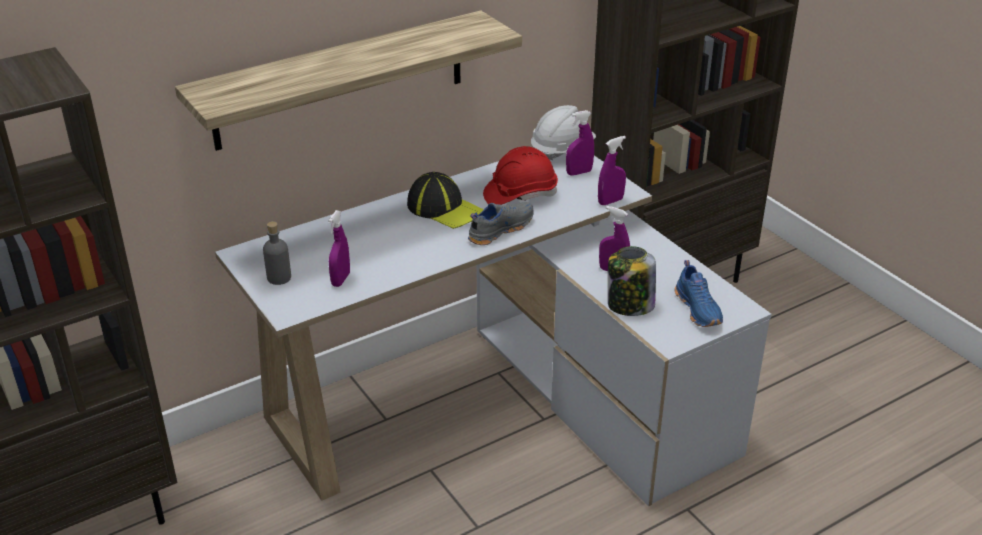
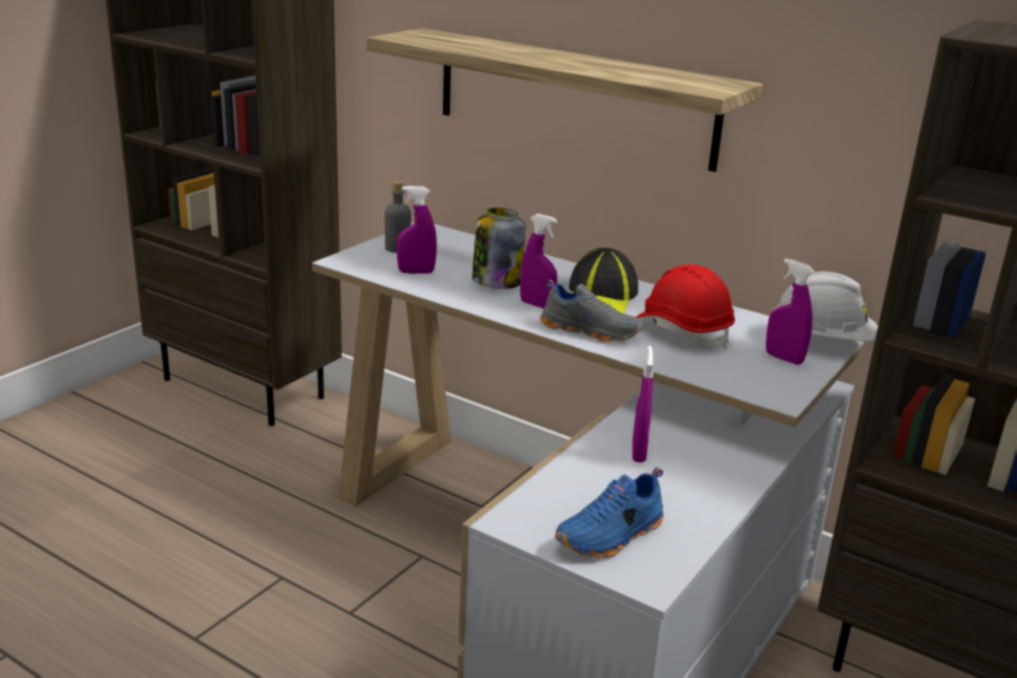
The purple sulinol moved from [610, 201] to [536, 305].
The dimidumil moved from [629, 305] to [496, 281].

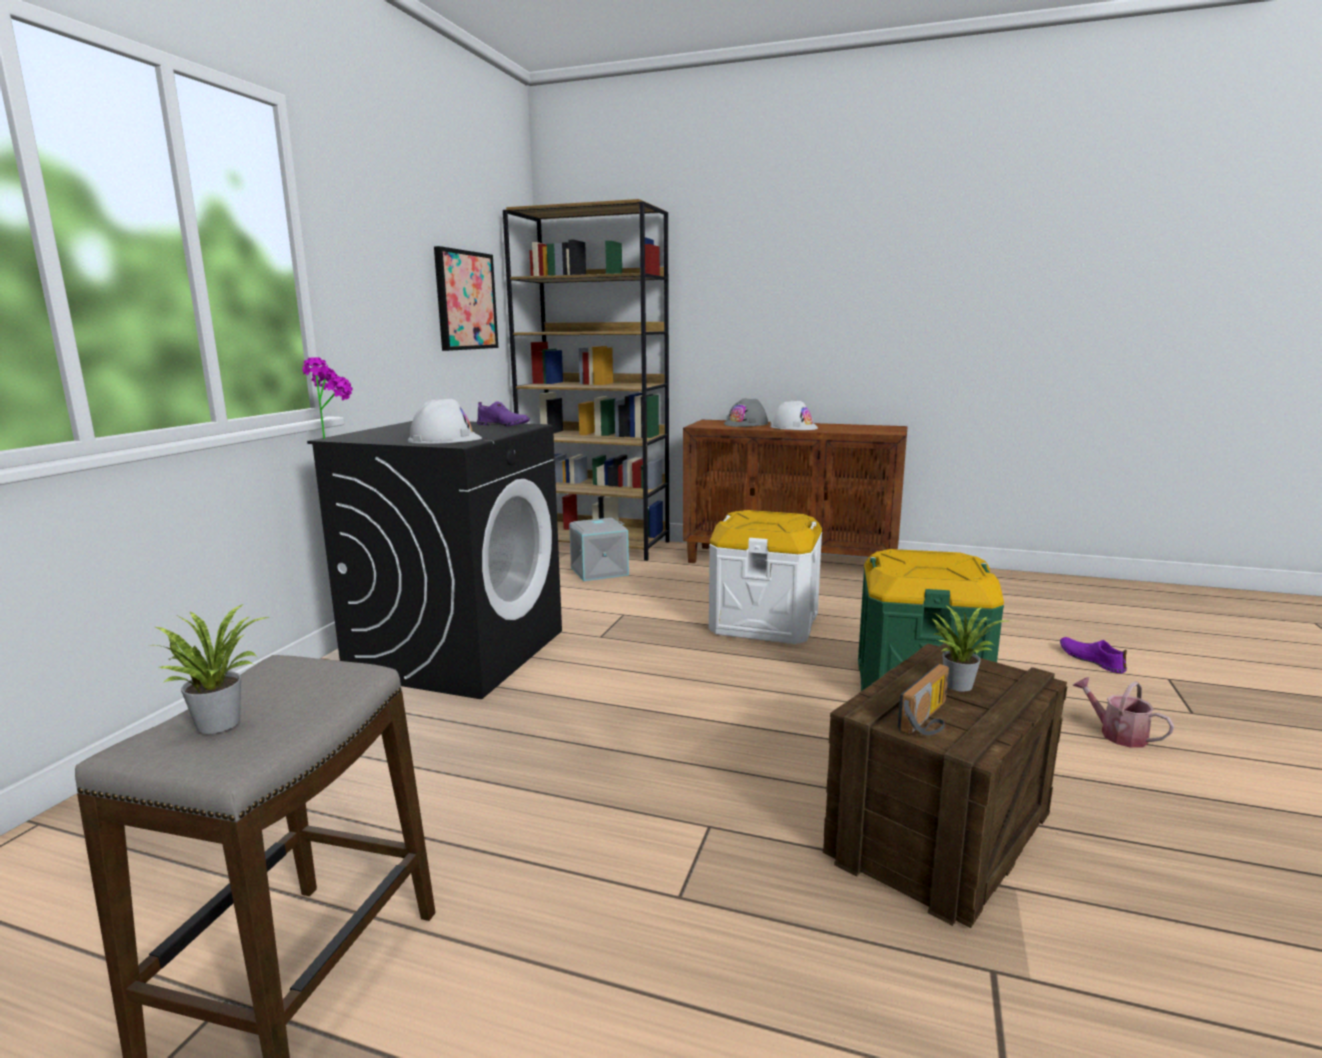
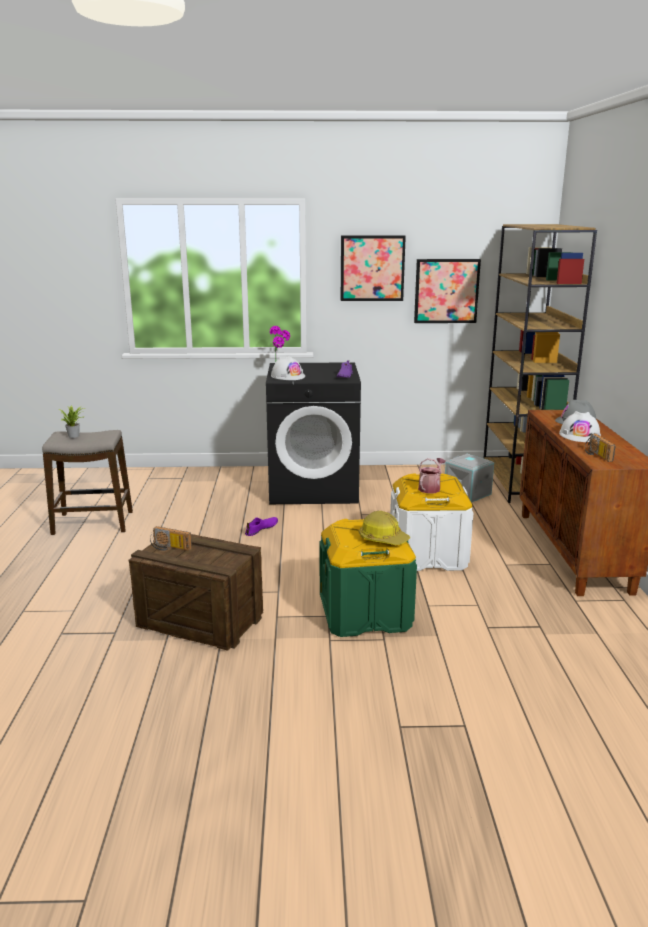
The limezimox at [957, 683] disappeared.
The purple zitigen moved from [1091, 659] to [261, 529].
The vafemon moved from [1117, 734] to [430, 488].
The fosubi at [372, 268] appeared.
The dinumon at [383, 539] appeared.
The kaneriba at [596, 455] appeared.

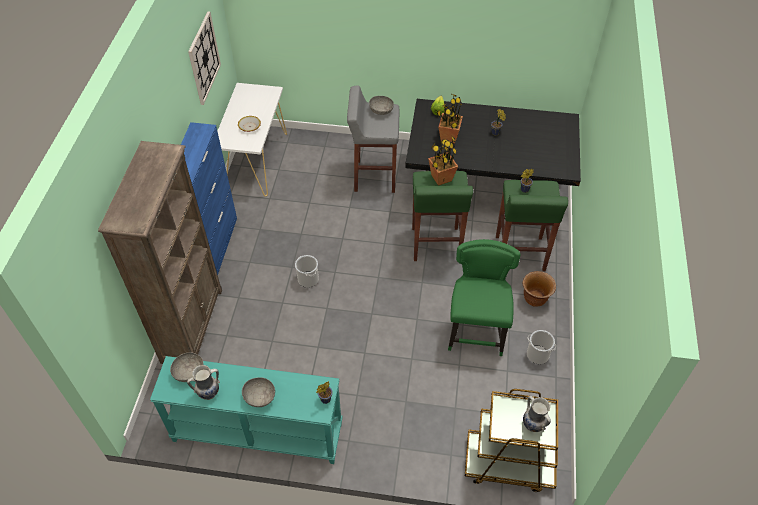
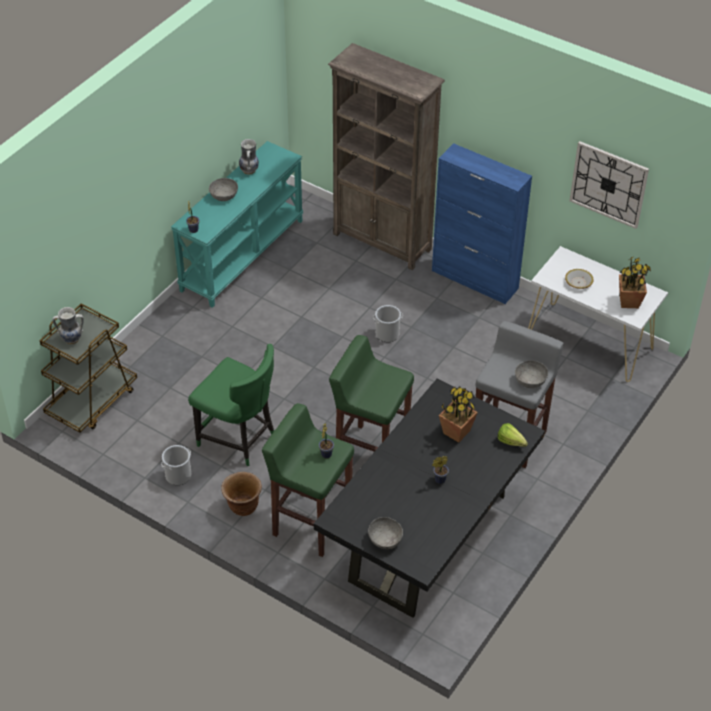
The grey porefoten moved from [189, 372] to [385, 539].
The limezimox moved from [441, 178] to [629, 301].

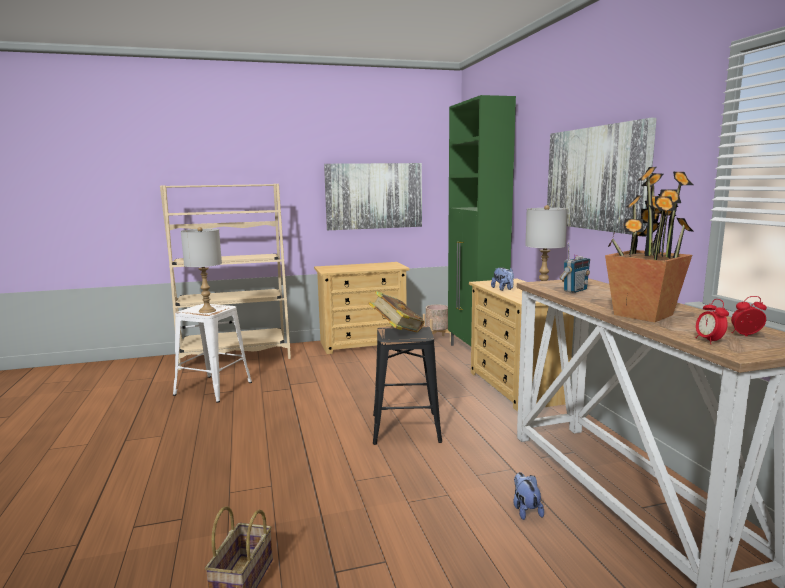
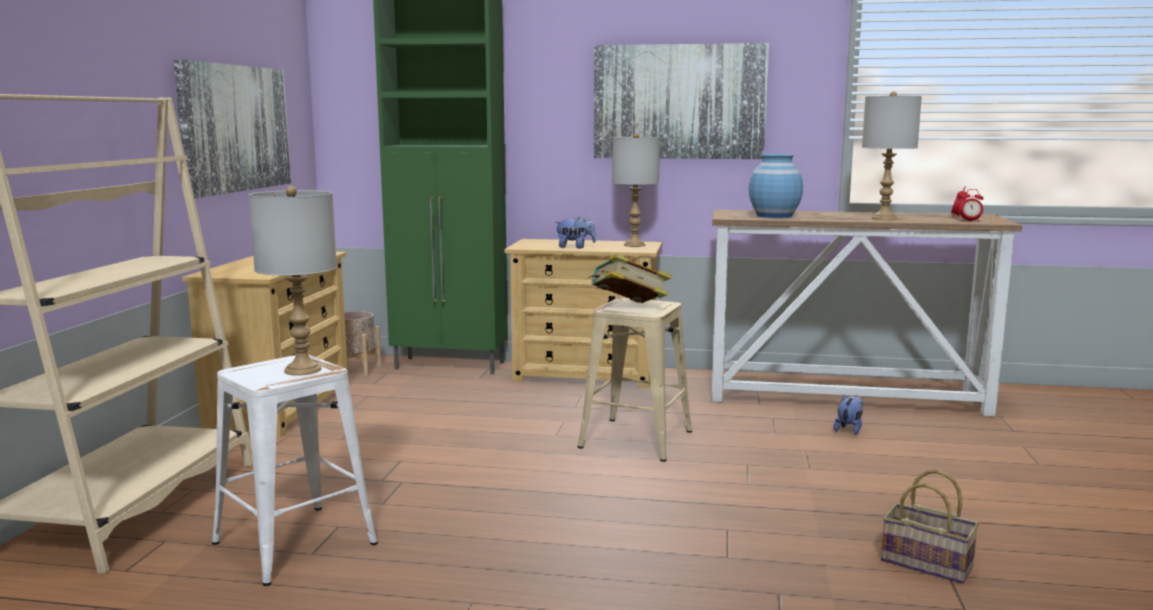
The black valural at [405, 428] became the beige valural at [637, 439].
The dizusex at [525, 510] turned 105 degrees clockwise.
The kaneriba at [574, 290] was replaced by the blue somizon at [774, 216].
The limezimox at [643, 314] was replaced by the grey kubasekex at [884, 218].

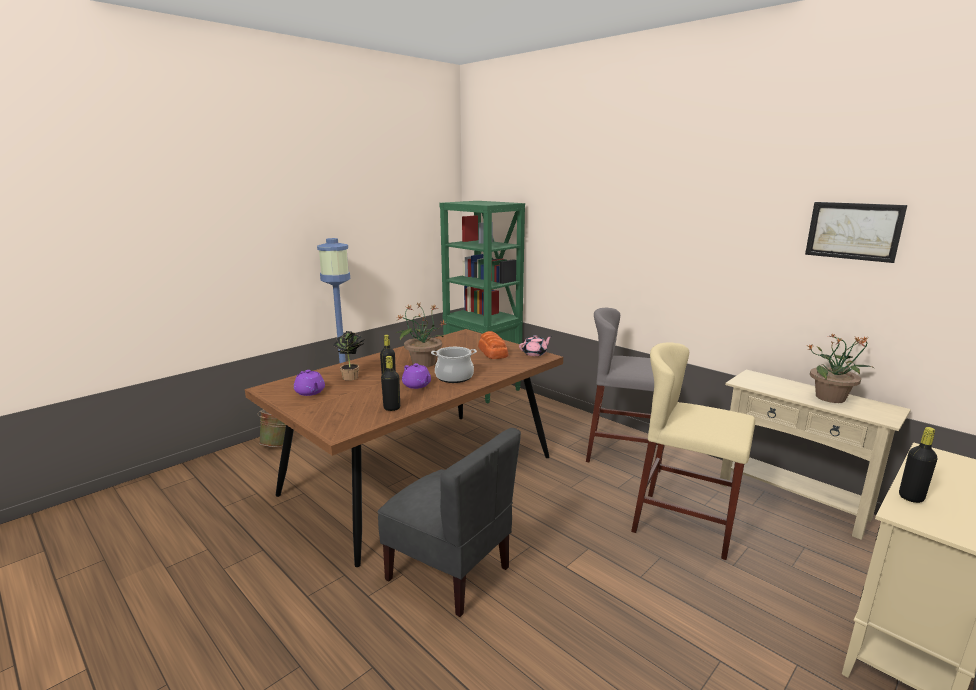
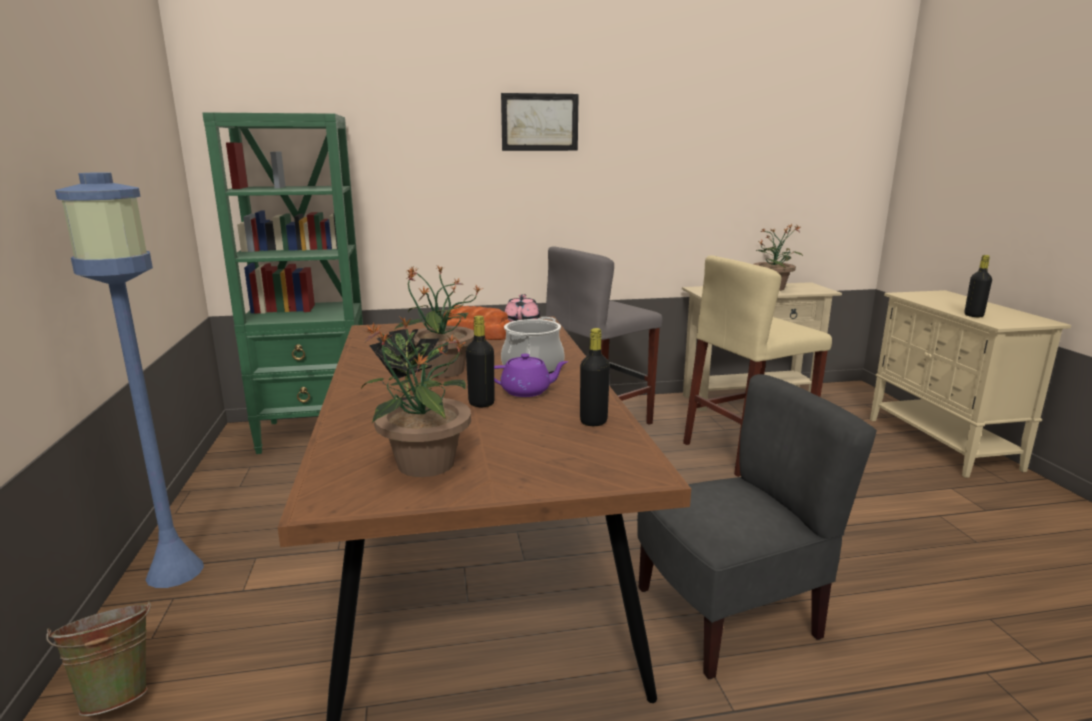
The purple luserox at [310, 392] was replaced by the limezimox at [424, 465].
The fosubi moved from [853, 231] to [539, 122].

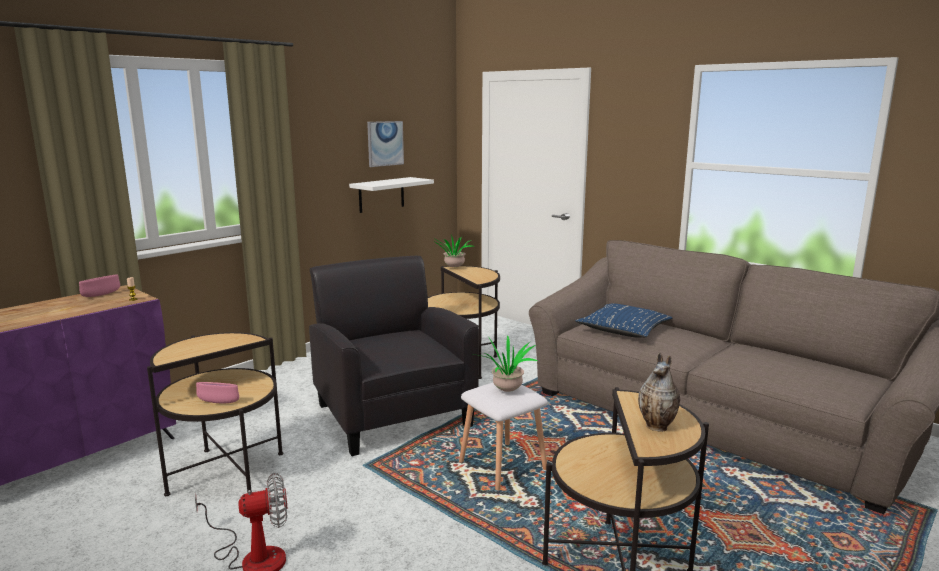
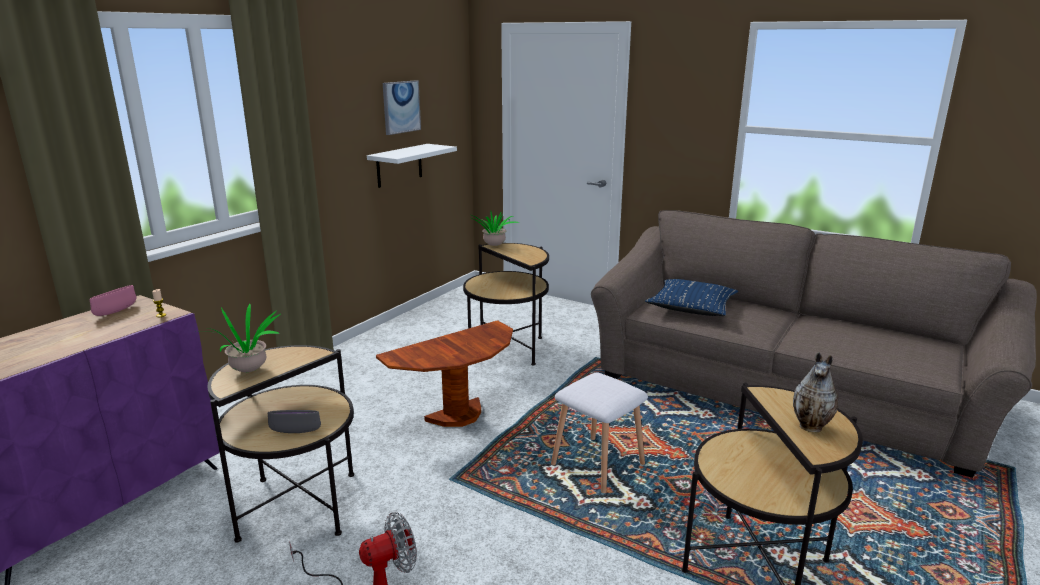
The pink porefoten at [218, 402] became the grey porefoten at [295, 432].
The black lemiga at [393, 414] was replaced by the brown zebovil at [457, 415].
The limezimox moved from [506, 390] to [249, 370].

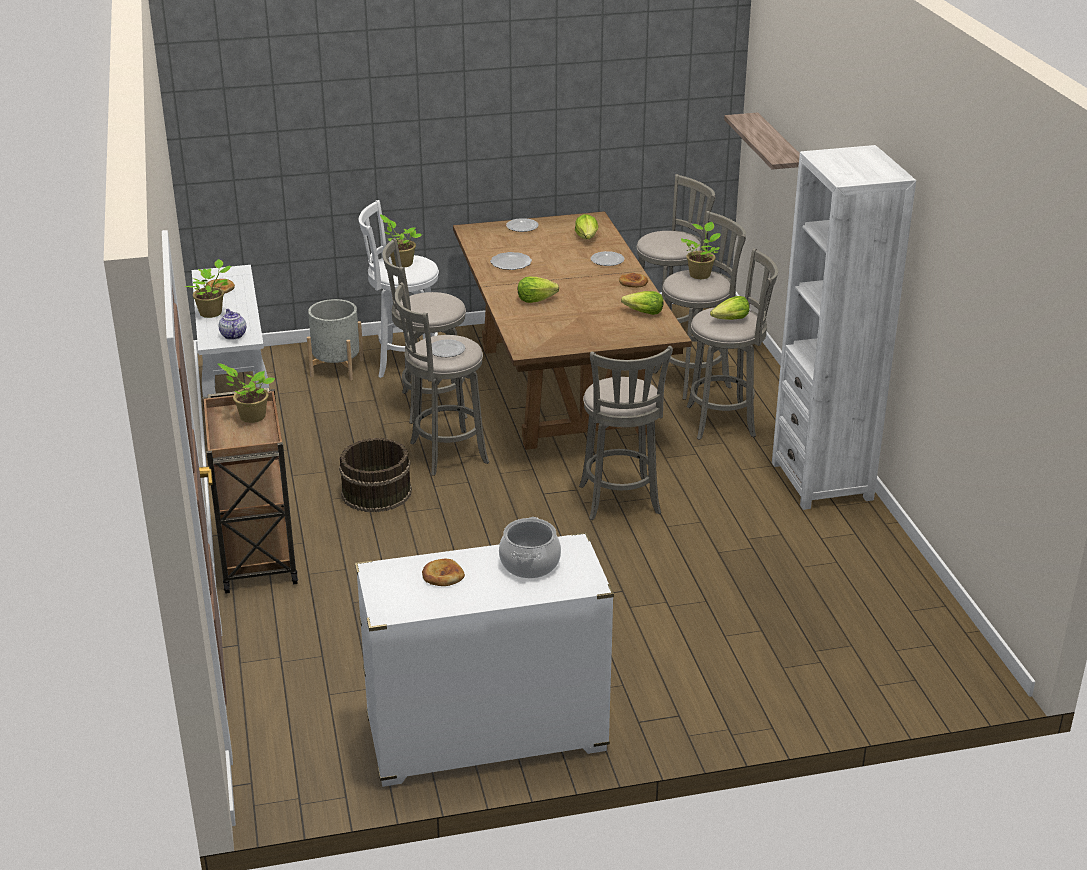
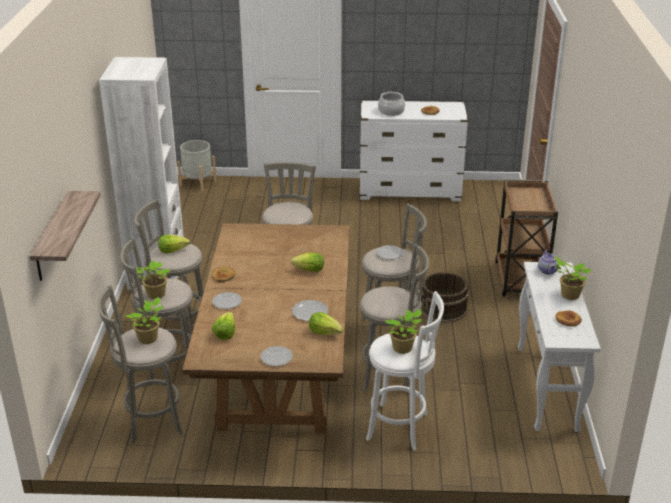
The limezimox moved from [250, 417] to [149, 339].
The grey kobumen moved from [337, 368] to [198, 183].
The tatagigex moved from [643, 313] to [325, 332].

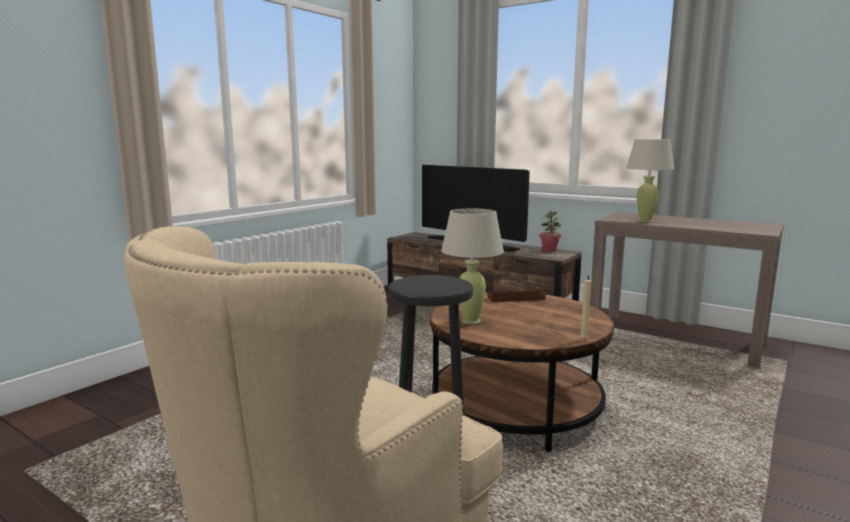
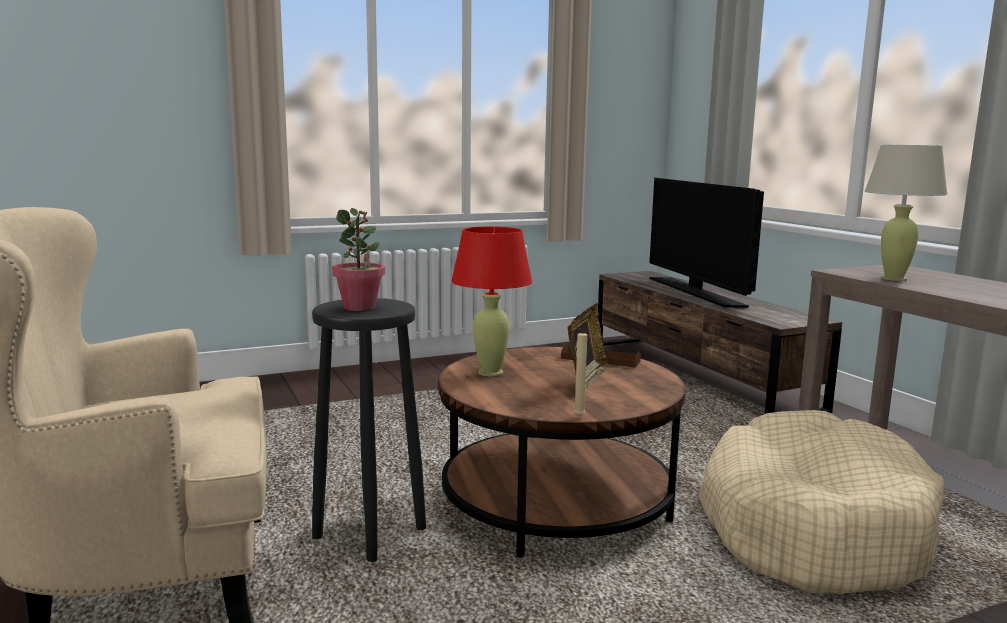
The beige kubasekex at [470, 321] became the red kubasekex at [490, 372].
The limezimox moved from [549, 250] to [360, 307].
The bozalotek at [586, 380] appeared.
The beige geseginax at [811, 528] appeared.

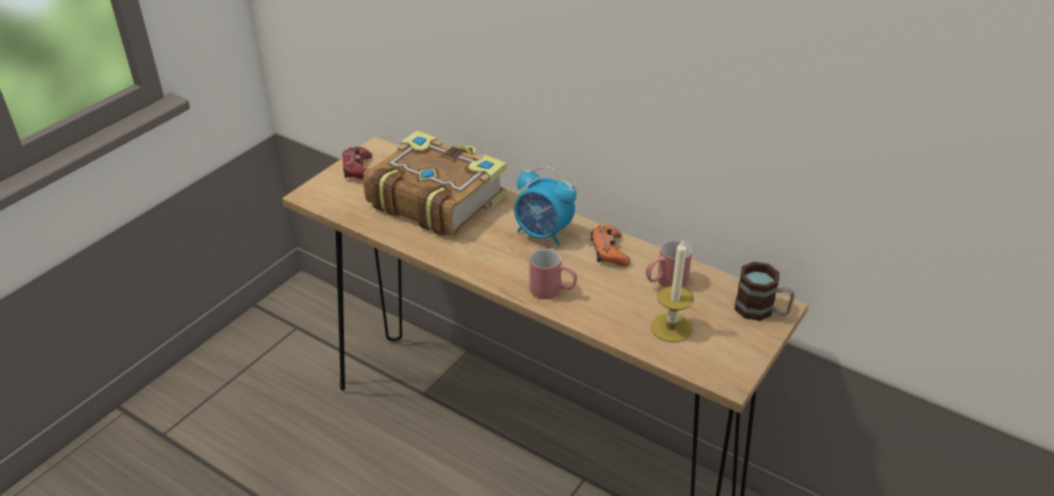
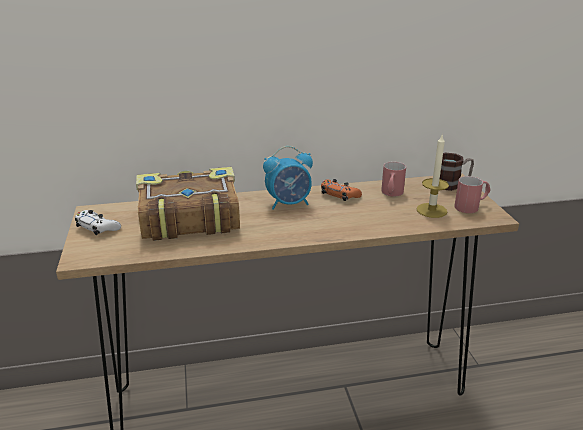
The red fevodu at [359, 170] became the white fevodu at [97, 227].
The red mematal moved from [553, 291] to [471, 207].

